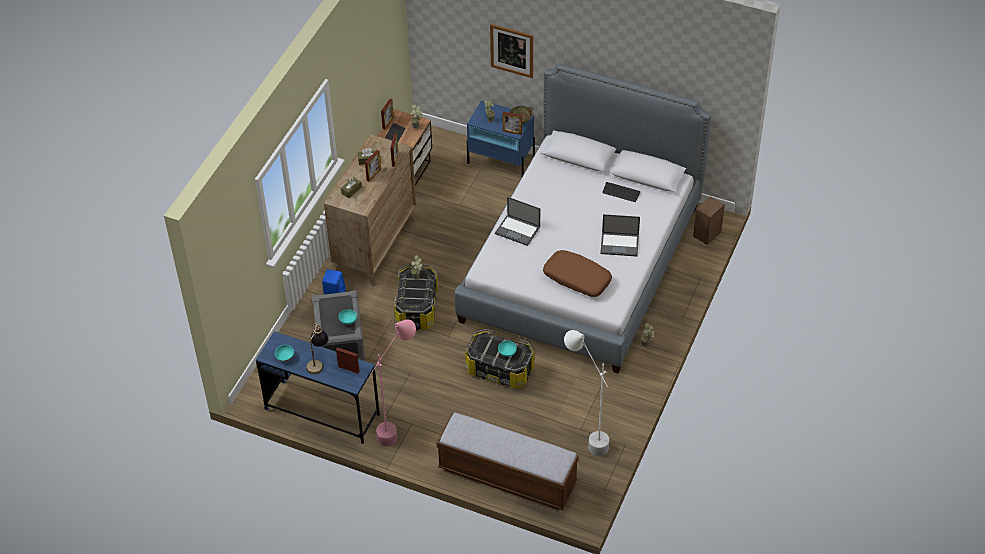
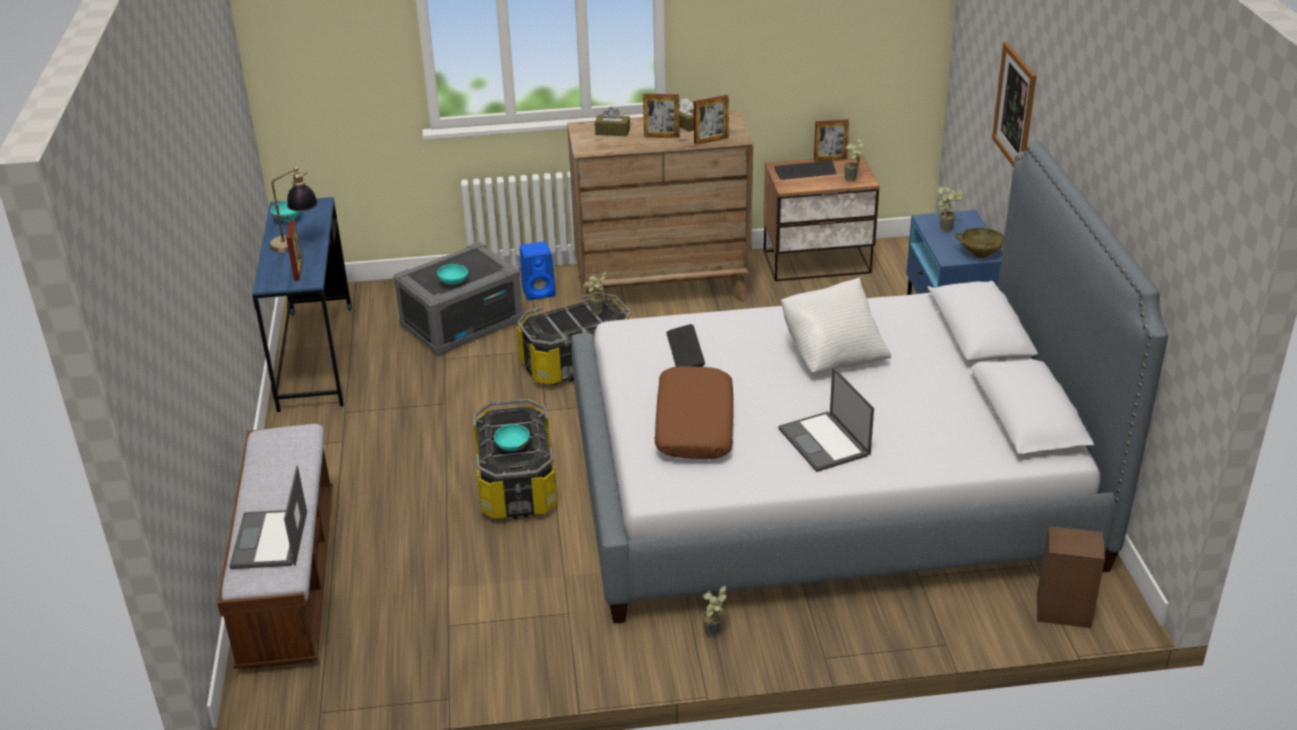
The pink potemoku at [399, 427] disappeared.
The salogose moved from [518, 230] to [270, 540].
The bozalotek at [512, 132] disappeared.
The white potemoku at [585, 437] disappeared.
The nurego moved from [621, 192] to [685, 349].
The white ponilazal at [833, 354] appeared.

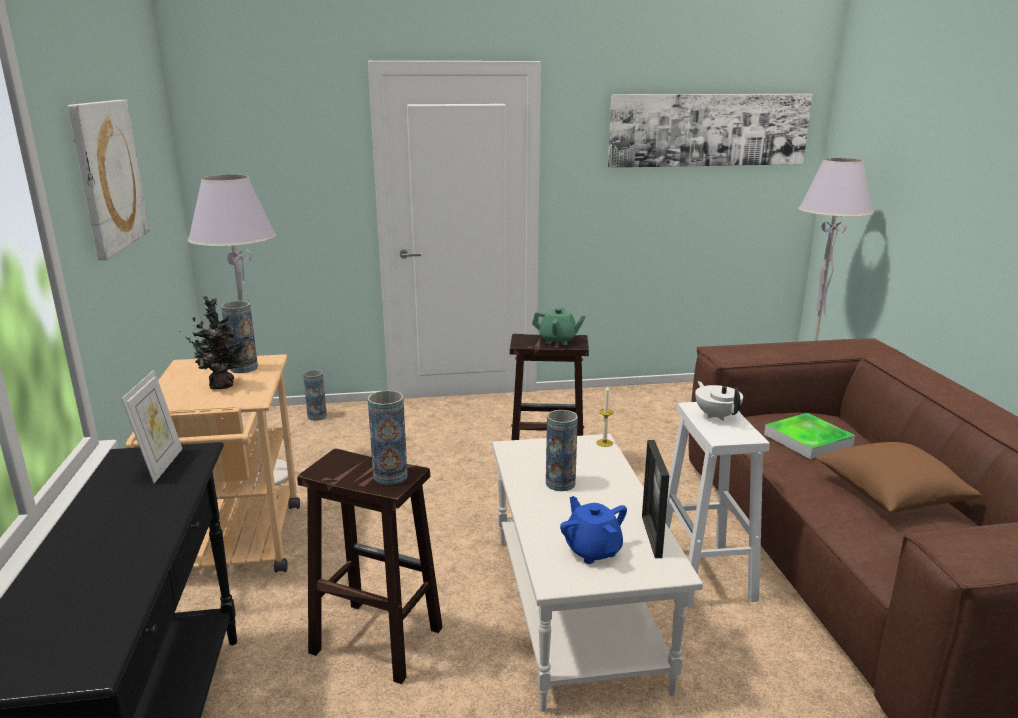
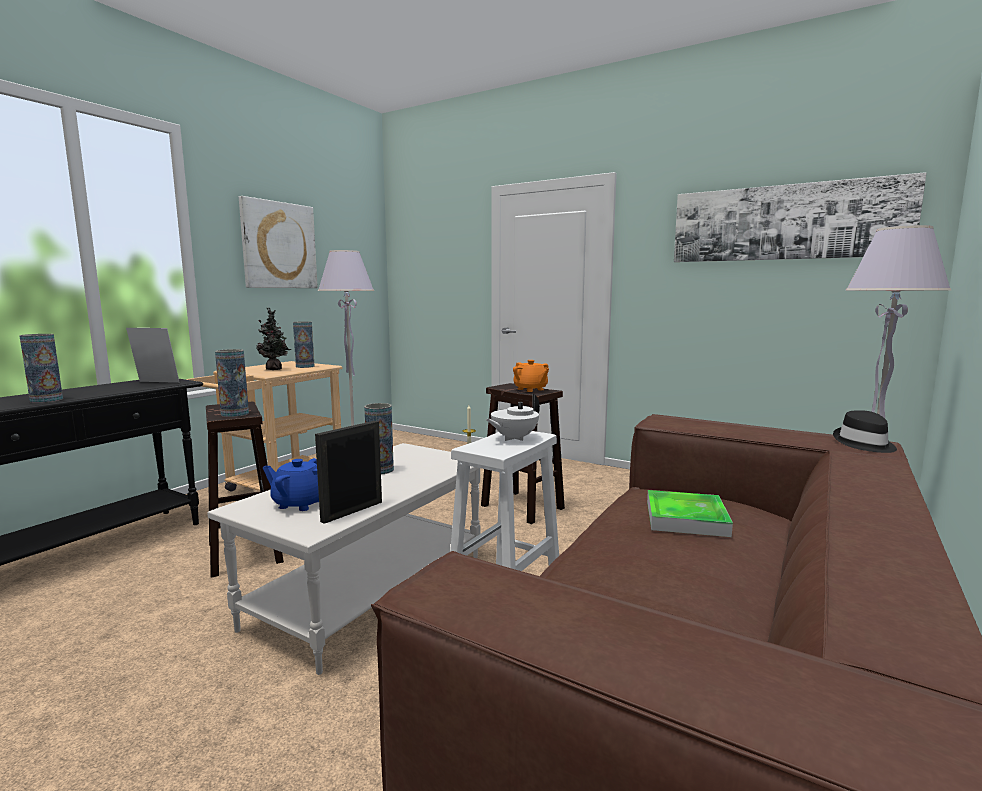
The bozalotek at [161, 465] turned 120 degrees counterclockwise.
The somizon moved from [317, 416] to [46, 400].
The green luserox at [558, 340] became the orange luserox at [530, 389].
The blue luserox at [592, 550] turned 90 degrees counterclockwise.
The white luserox at [716, 415] turned 150 degrees counterclockwise.
The brown ponilazal at [890, 496] disappeared.
The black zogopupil at [864, 444] appeared.

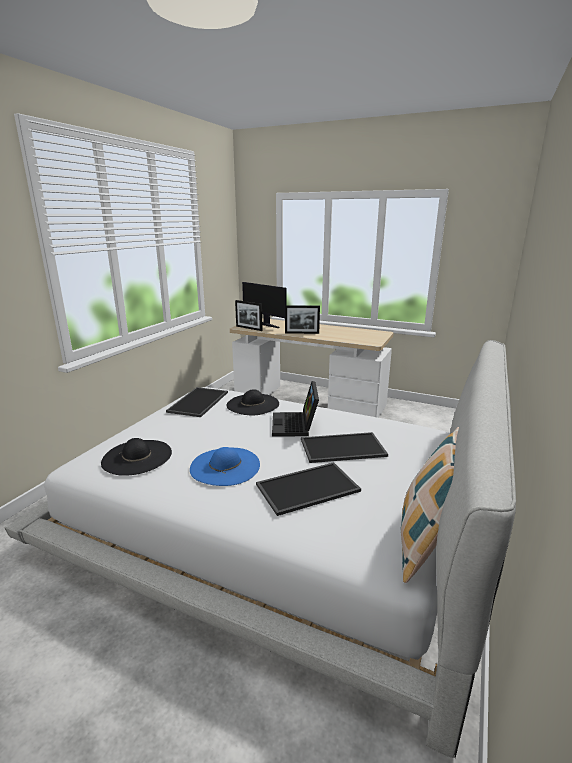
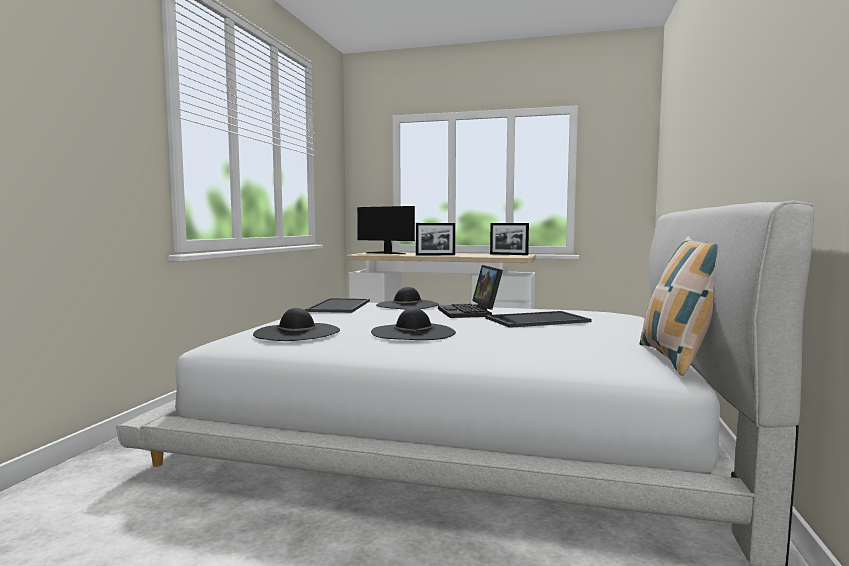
The blue zogopupil at [225, 466] became the black zogopupil at [413, 332].
The bozalotek moved from [249, 328] to [508, 254].
The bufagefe at [307, 489] disappeared.

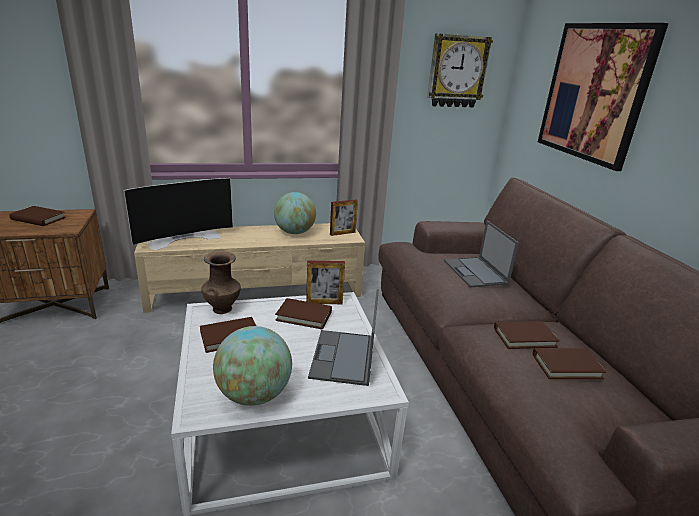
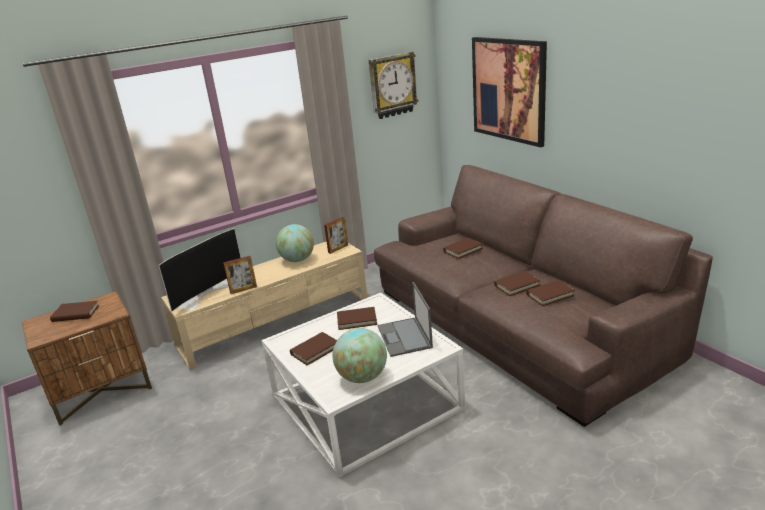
The brown somizon at [222, 308] disappeared.
The bozalotek moved from [324, 302] to [243, 289].
The salogose at [476, 272] was replaced by the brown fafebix at [463, 250].

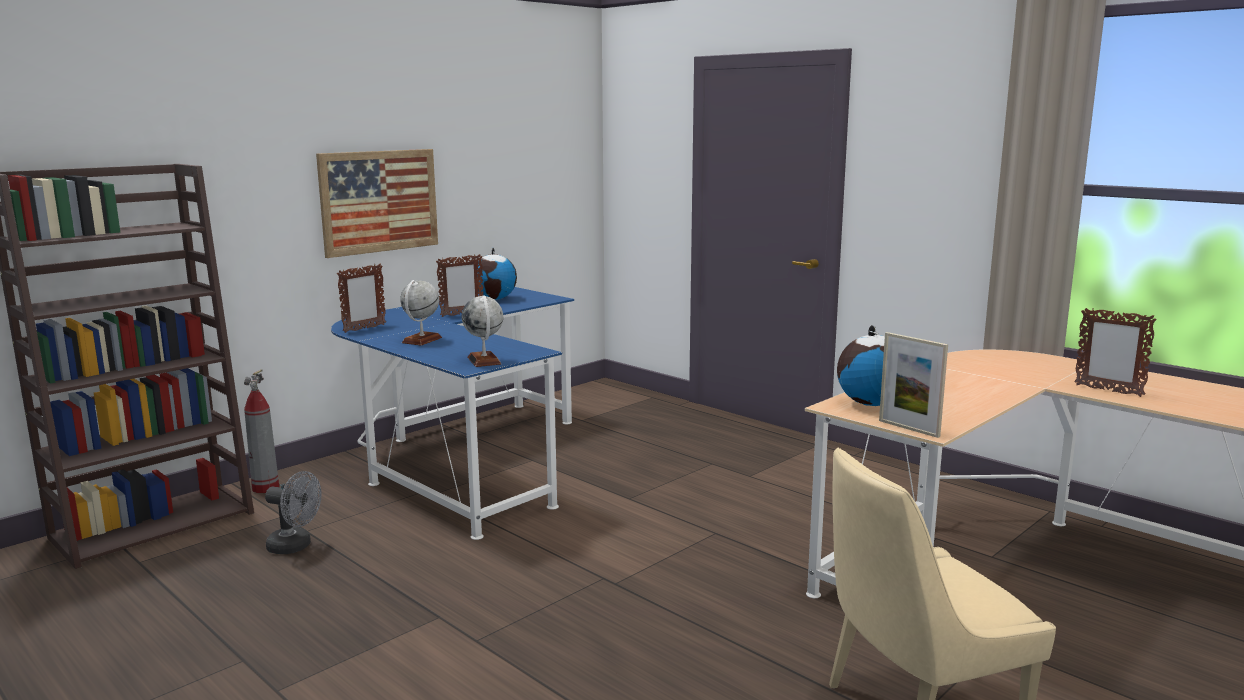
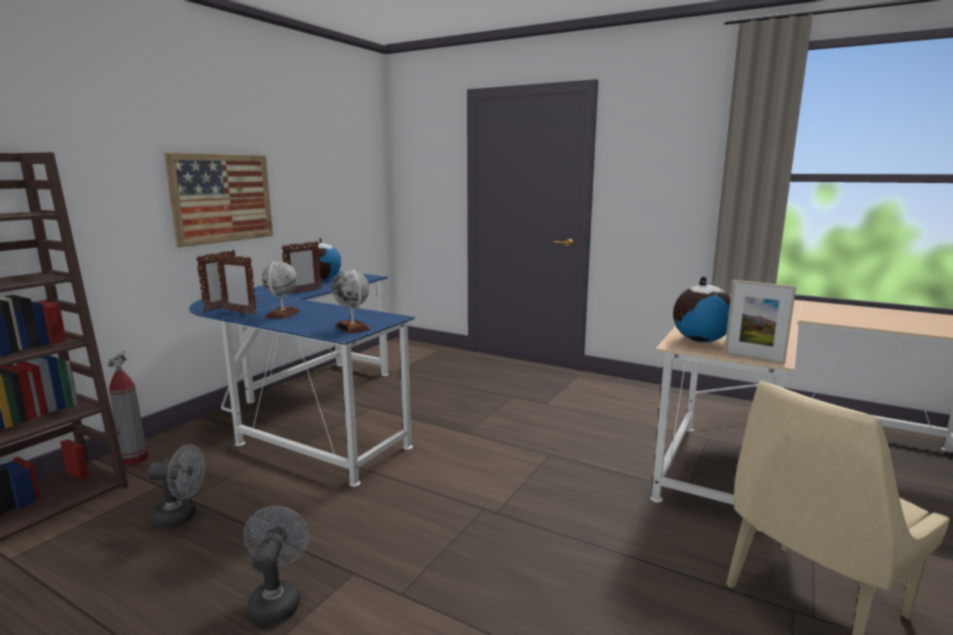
The bozalotek moved from [1108, 390] to [239, 312].
The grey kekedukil at [277, 600] appeared.

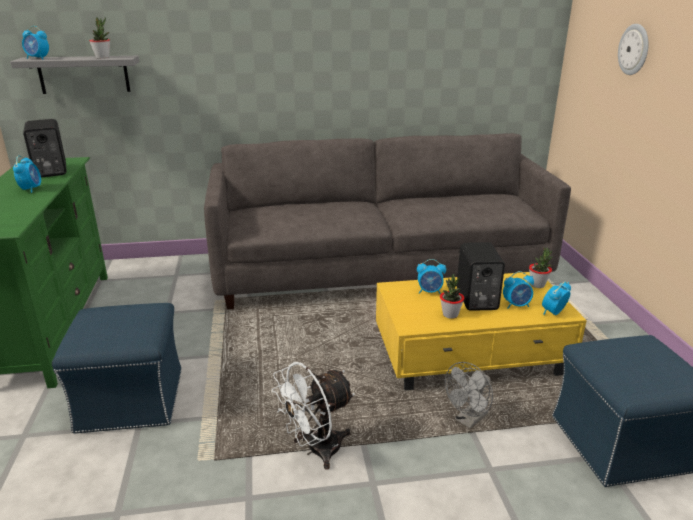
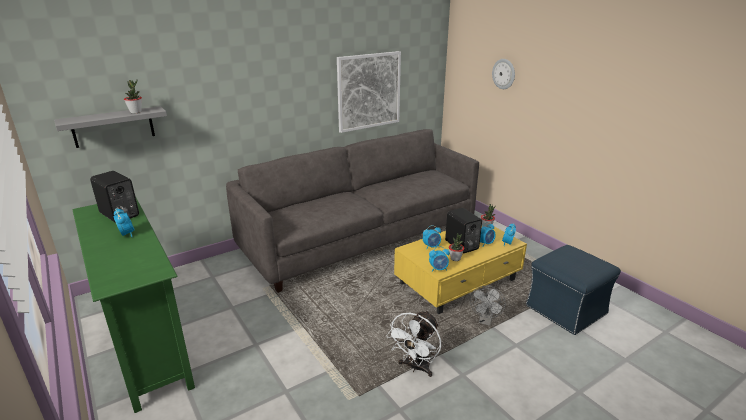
The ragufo moved from [38, 58] to [438, 269].
The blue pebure at [132, 400] disappeared.
The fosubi at [369, 91] appeared.

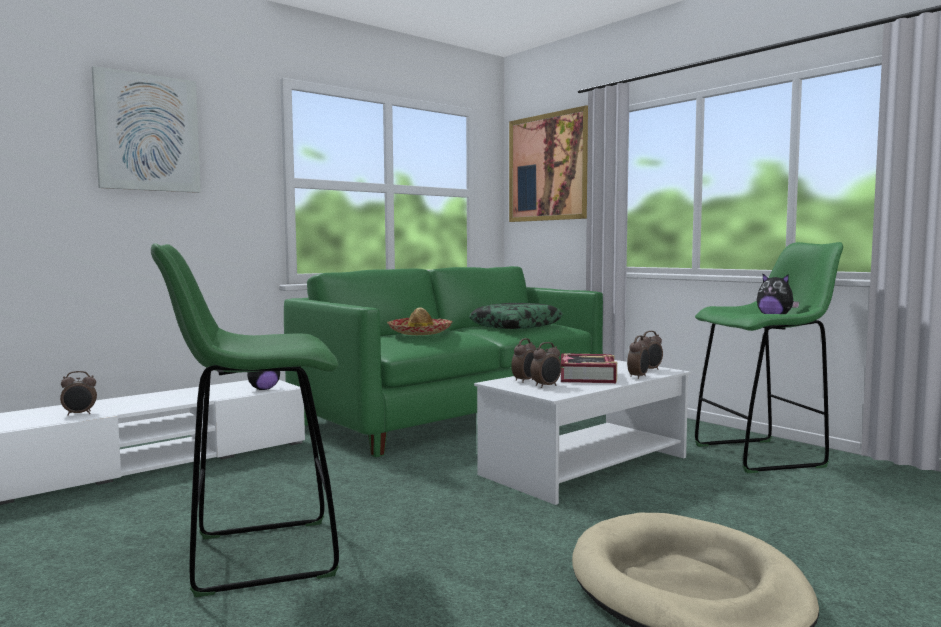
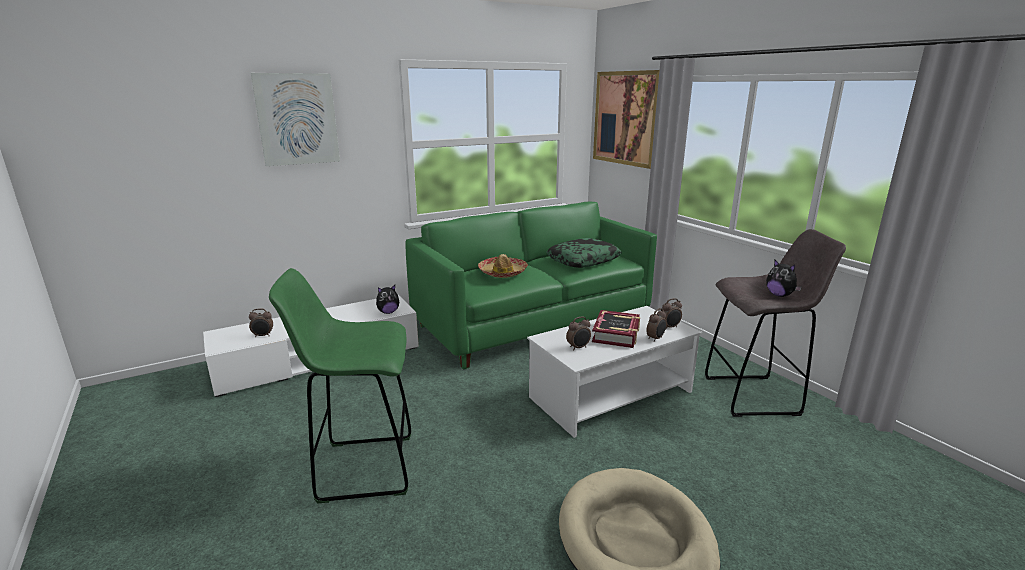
The ragufo at [525, 381] disappeared.
The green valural at [762, 455] became the grey valural at [754, 396].

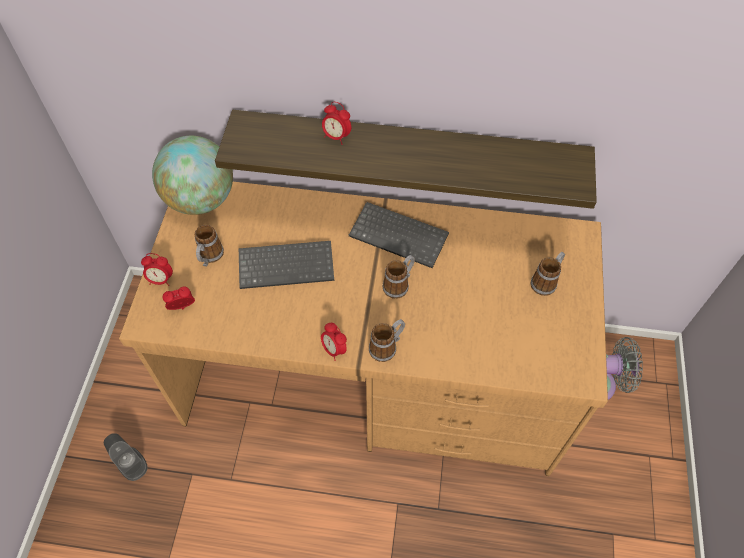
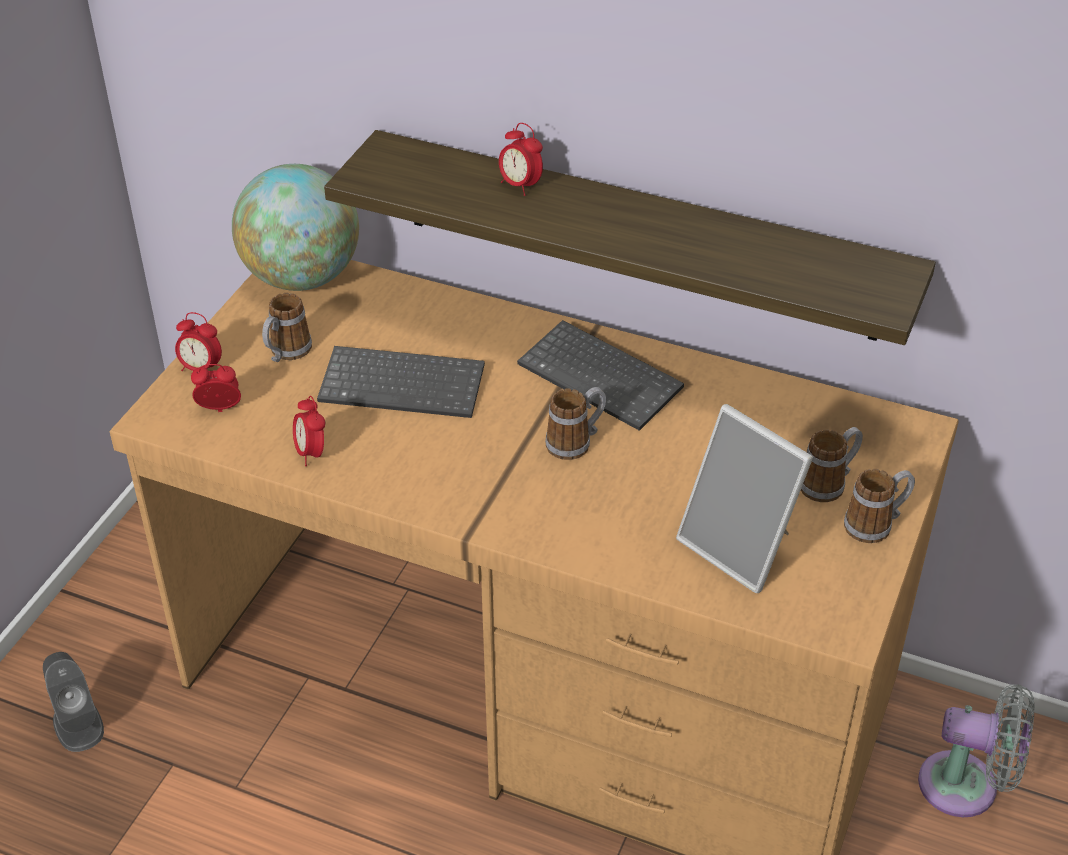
The ragufo moved from [334, 349] to [311, 453].
The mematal moved from [387, 346] to [875, 524].
The bozalotek at [741, 547] appeared.

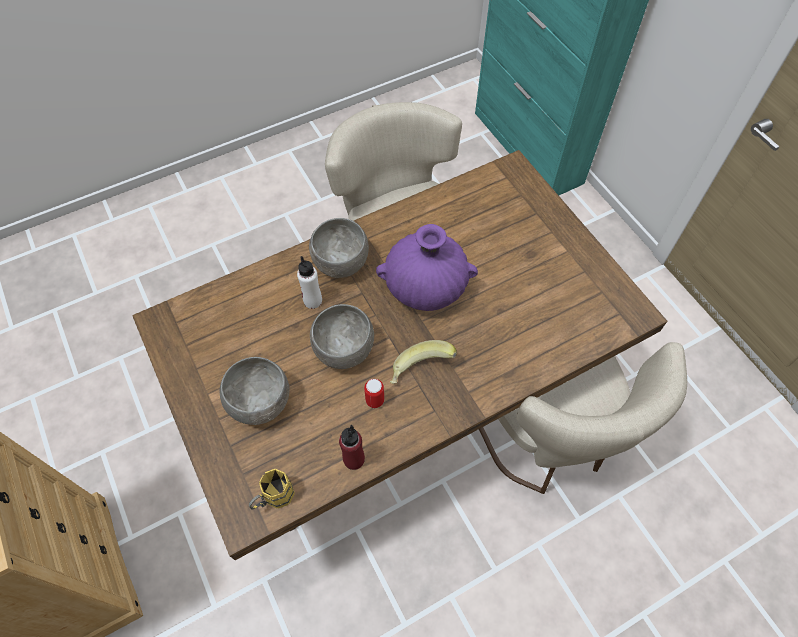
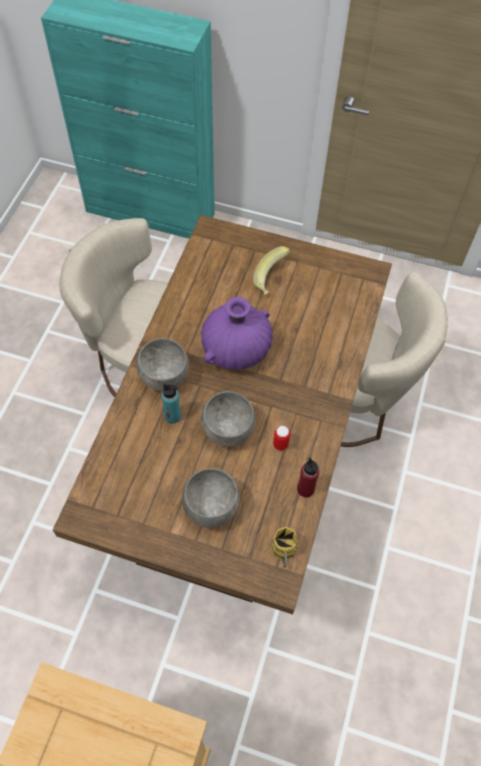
The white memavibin at [312, 301] became the turquoise memavibin at [173, 416].
The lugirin moved from [420, 372] to [272, 279].

